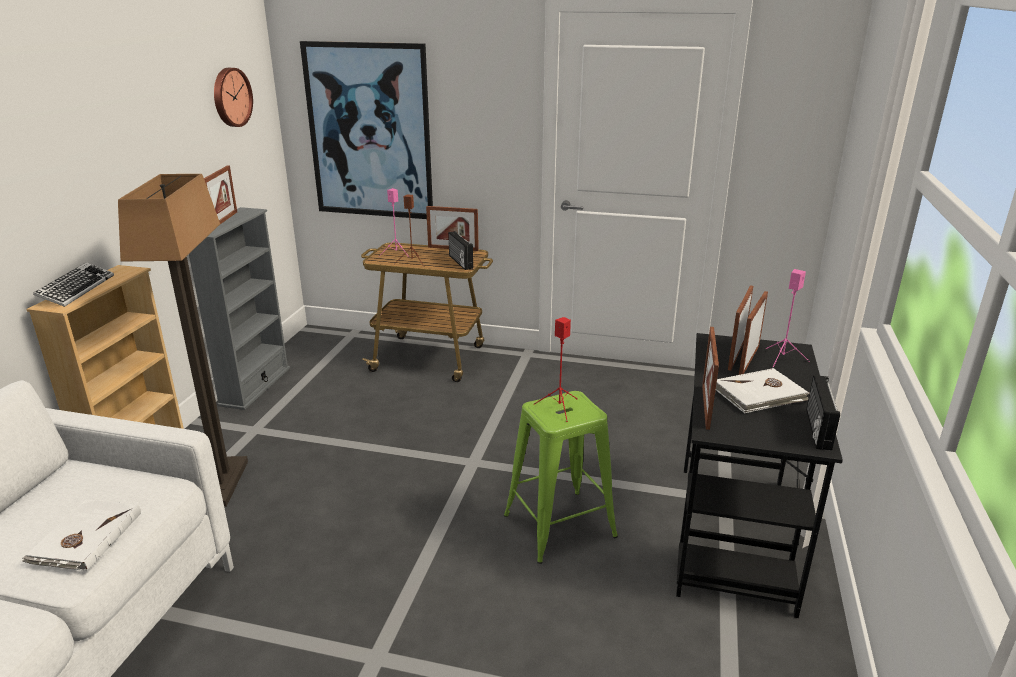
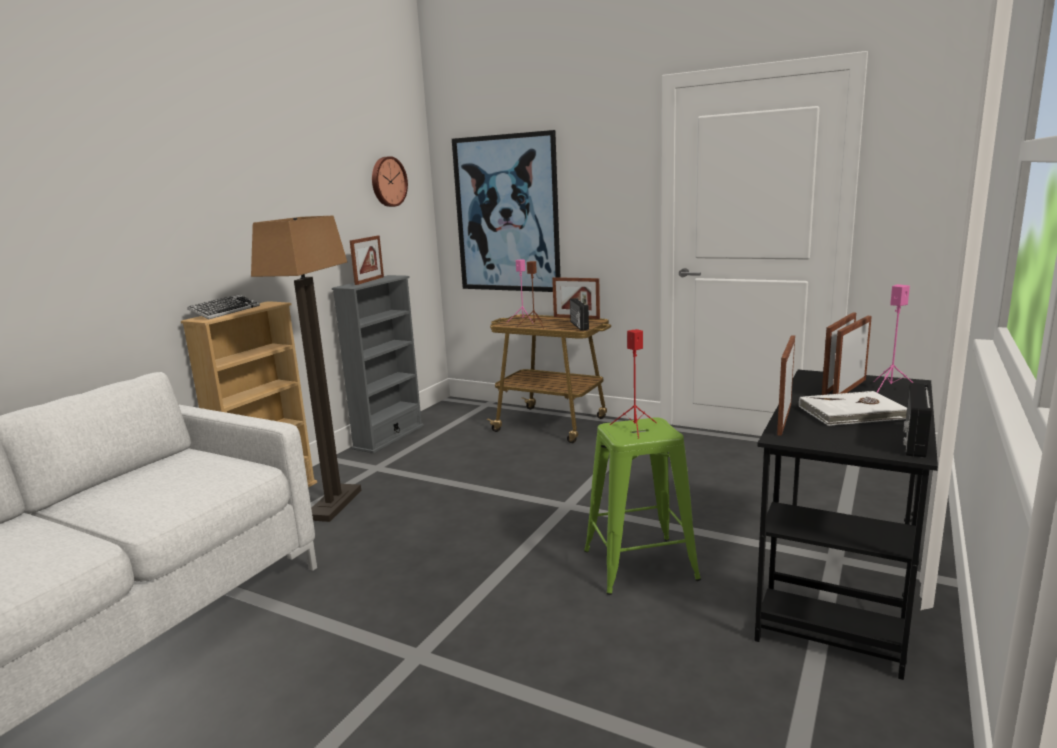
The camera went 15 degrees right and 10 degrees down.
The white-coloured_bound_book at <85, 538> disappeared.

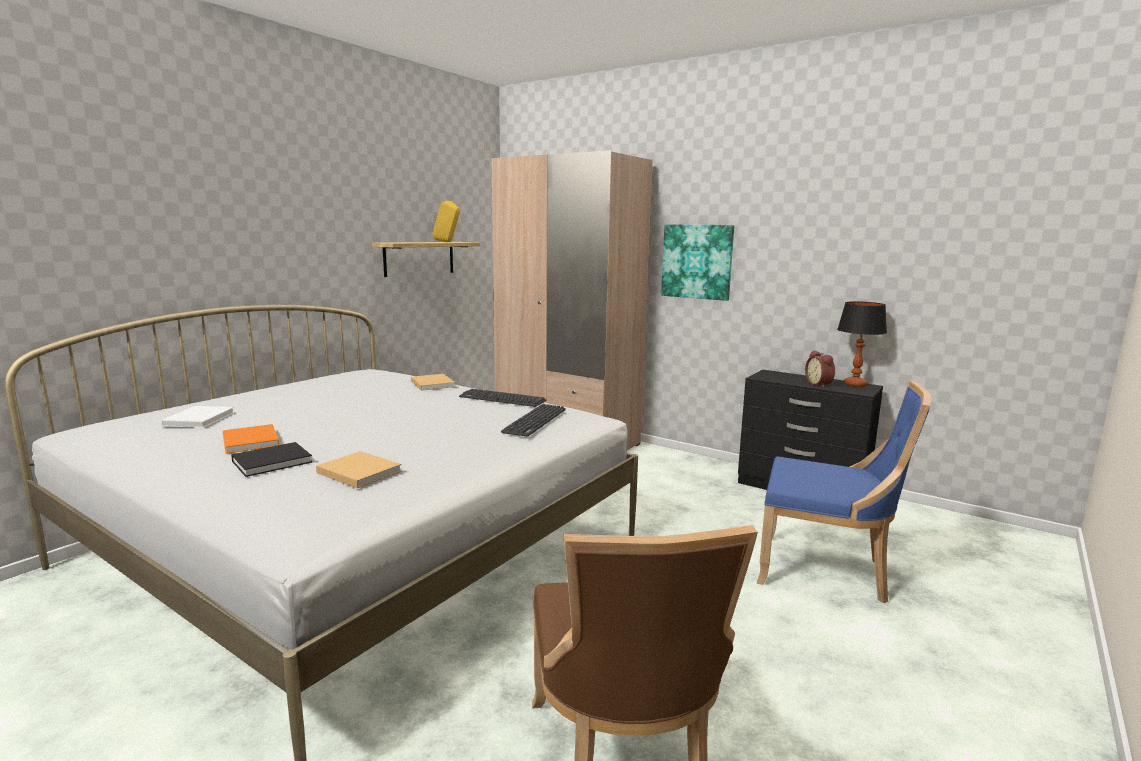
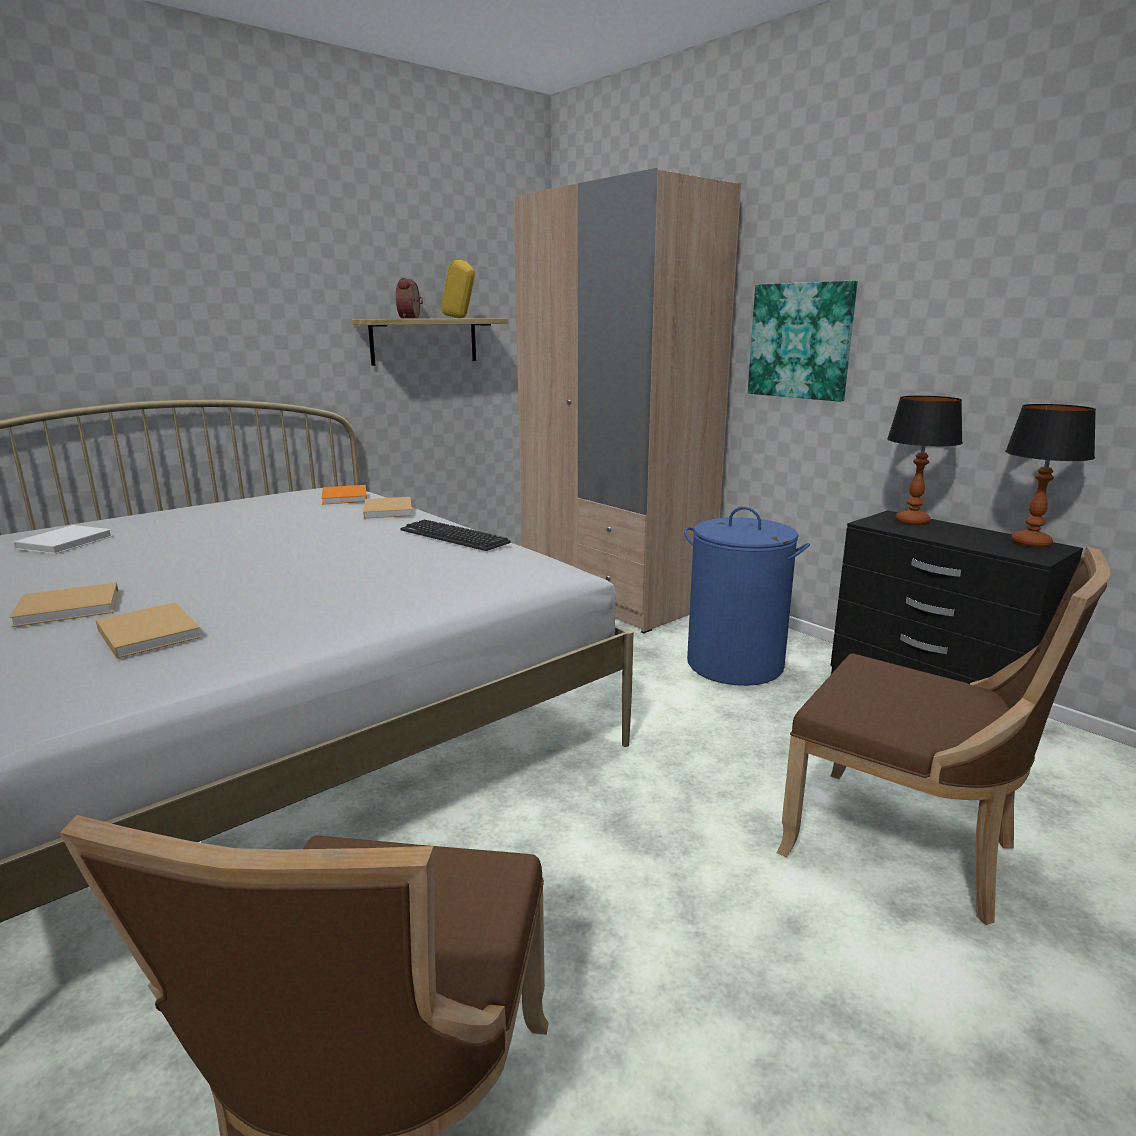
The camera went 15 degrees right and 5 degrees up.
The black_bound_book at <274, 461> became the beige-coloured_bound_book at <72, 607>.
The orangey_bound_book moved from <250, 442> to <344, 497>.
The alarm_clock moved from <820, 384> to <411, 318>.
The bluish_washing_basket at <735, 664> appeared.
The bluish_plain_chair at <826, 571> became the brown_plain_chair at <907, 848>.
The tabletop_lamp at <912, 522> appeared.
The keyboard at <535, 421> disappeared.

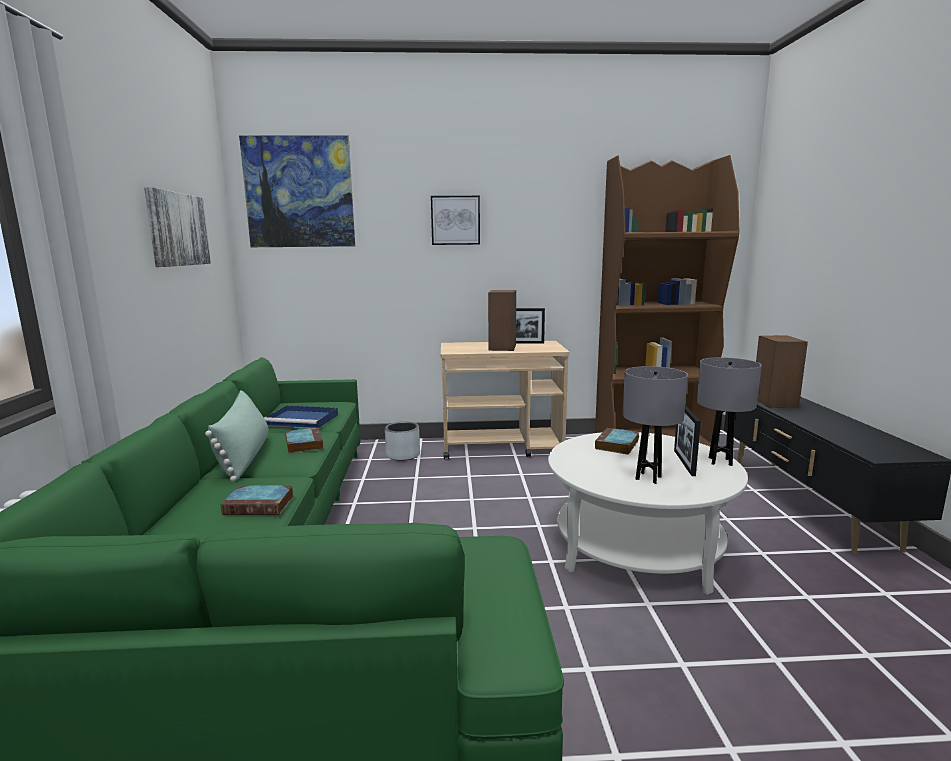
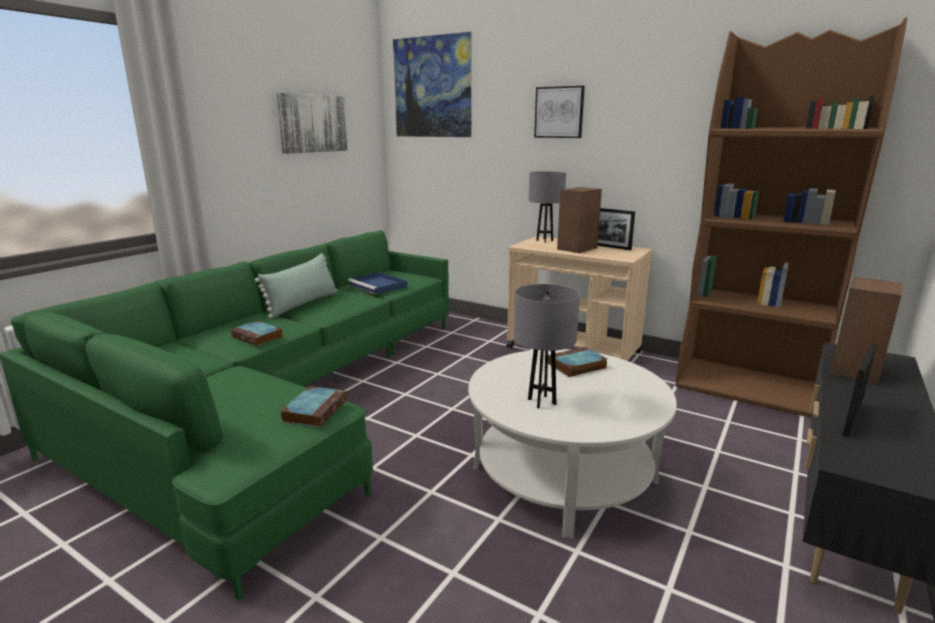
The camera went 35 degrees right and 5 degrees up.
The bound_book moved from <303, 443> to <315, 410>.
The greyish_tabletop_lamp moved from <720, 461> to <544, 240>.
The photo_frame moved from <684, 462> to <852, 419>.
The greyish_planter at <403, 455> disappeared.

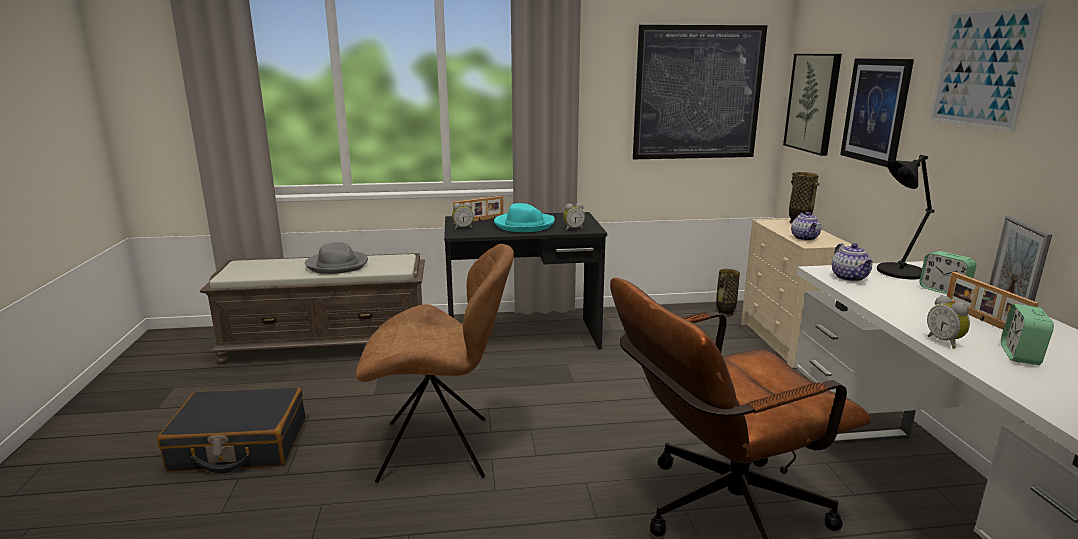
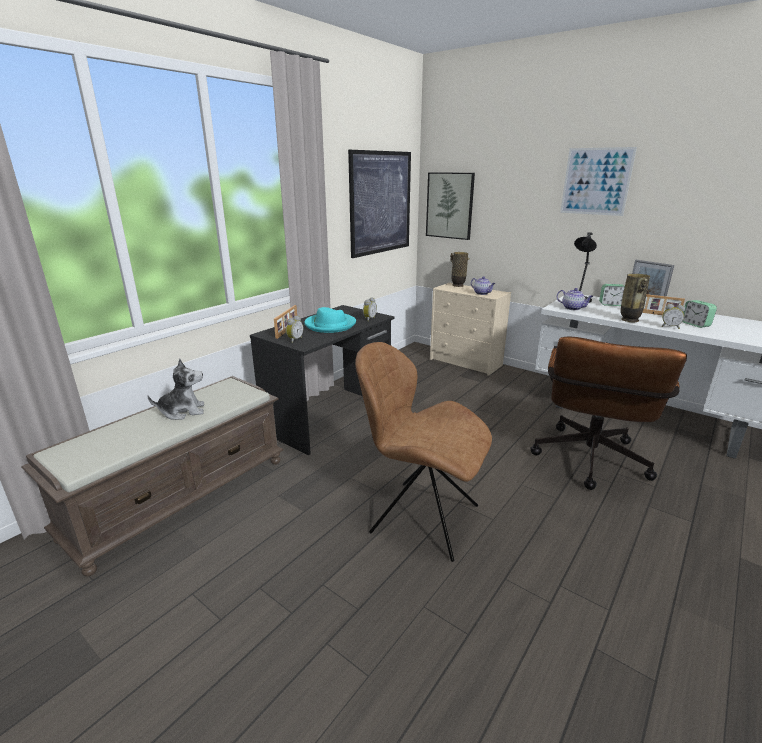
The camera went 45 degrees left and 5 degrees up.
The greyish_wearable_hat at <337, 265> was replaced by the soft_toy at <183, 411>.
The brown_plain_chair at <440, 449> turned 105 degrees counterclockwise.
The vase moved from <725, 313> to <629, 320>.
The black_piece_of_luggage at <239, 445> disappeared.
The wall_picture at <876, 111> disappeared.

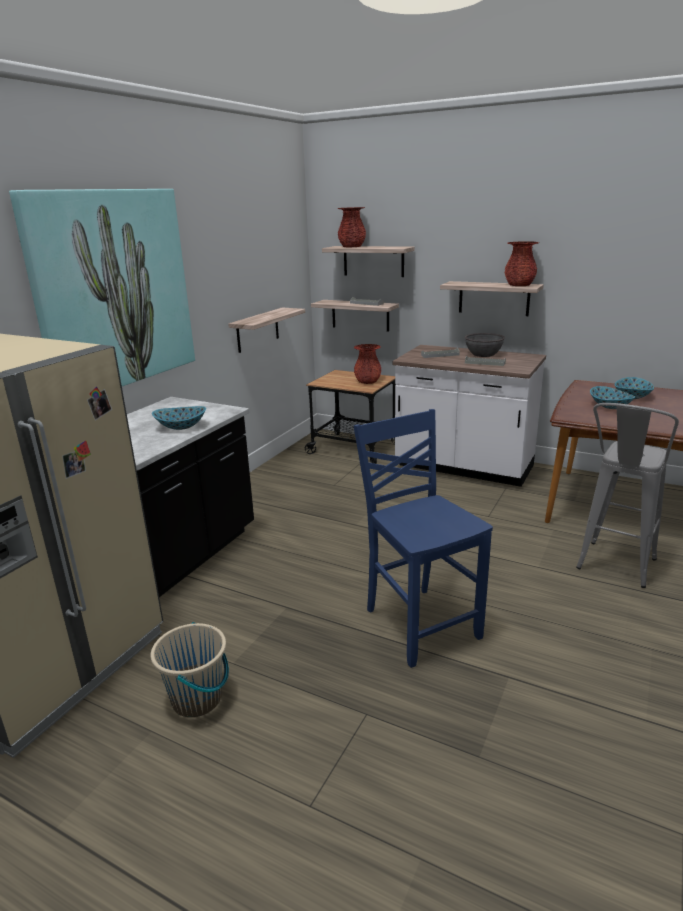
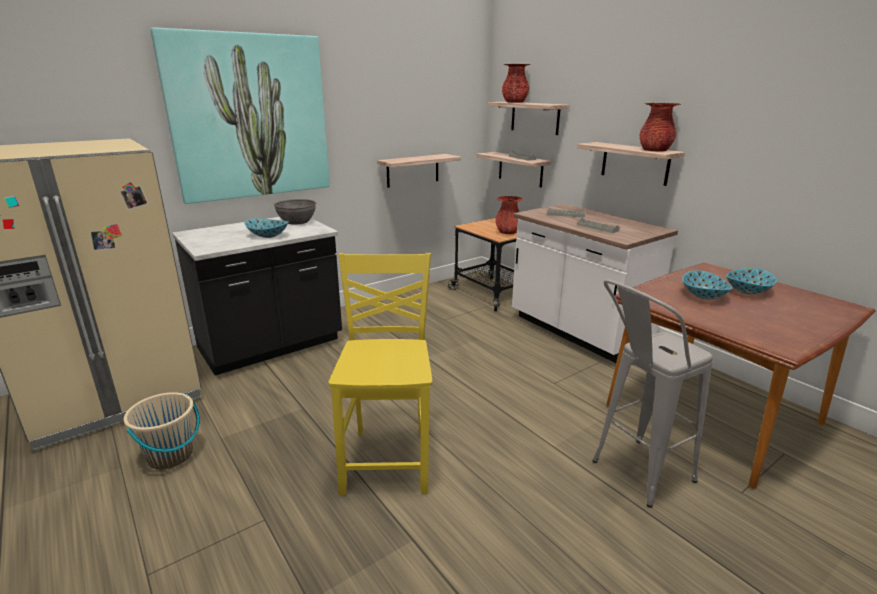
The camera went 25 degrees right and 0 degrees up.
The greyish_bowl moved from <483, 354> to <297, 221>.
The bluish_plain_chair at <420, 623> became the yellow_plain_chair at <388, 459>.

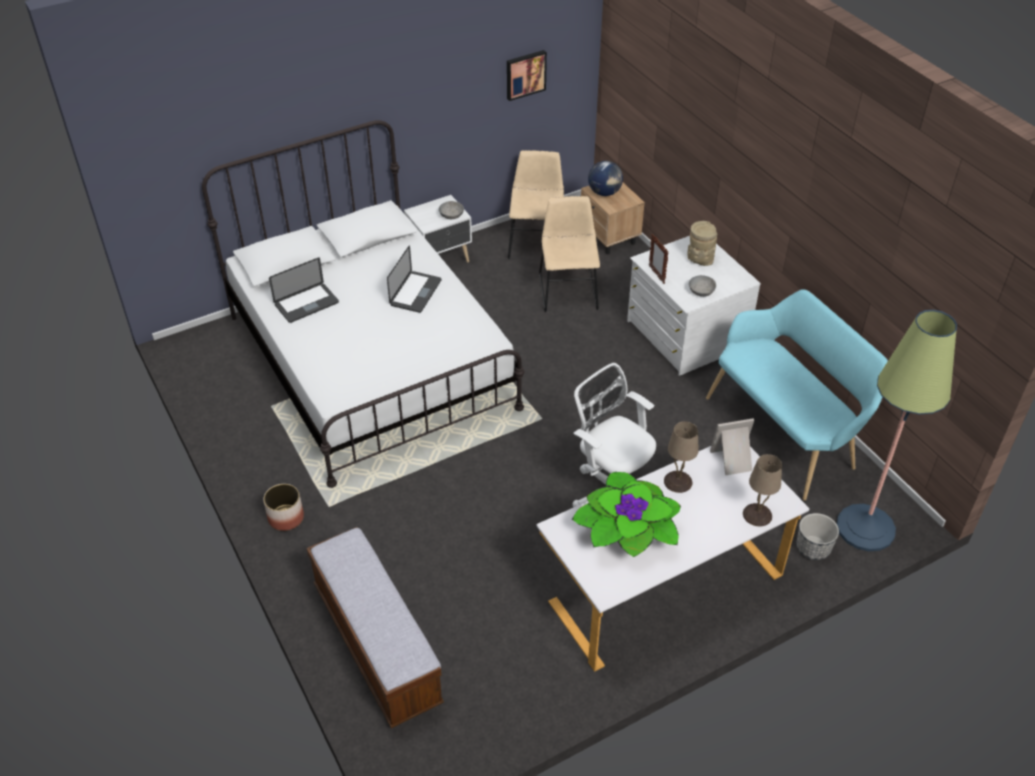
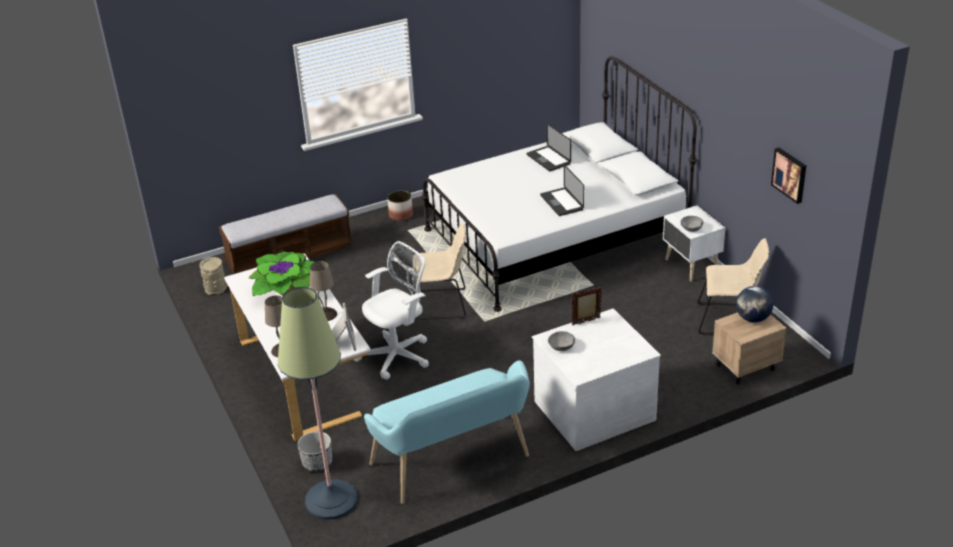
The camera went 95 degrees right and 10 degrees down.
The beige-coloured_vase moved from <699, 259> to <216, 288>.
The beige-coloured_plain_chair moved from <568, 289> to <441, 304>.
The notebook_computer at <415, 293> turned 45 degrees clockwise.

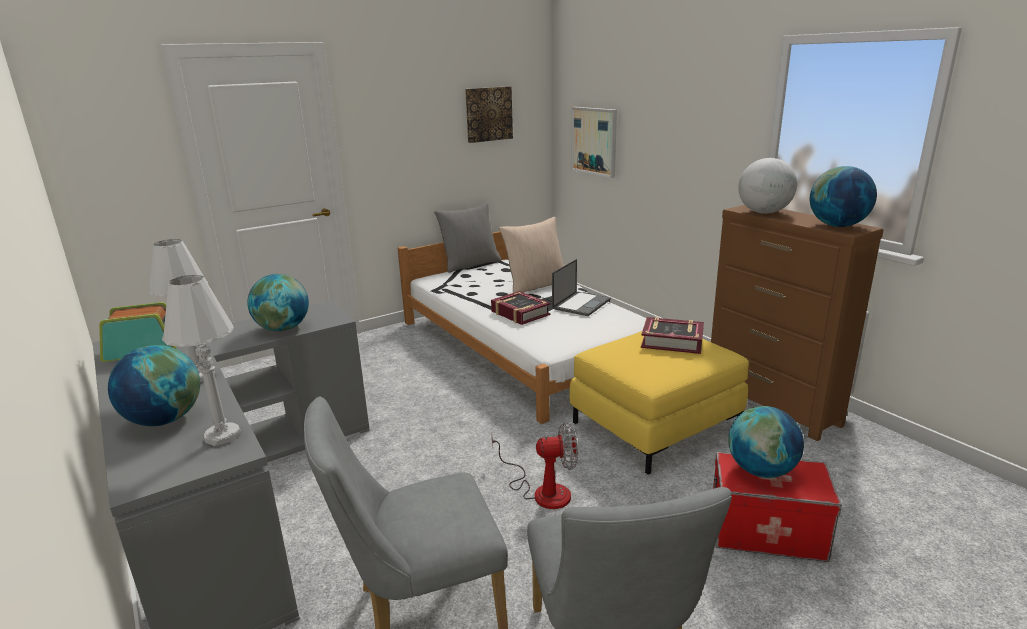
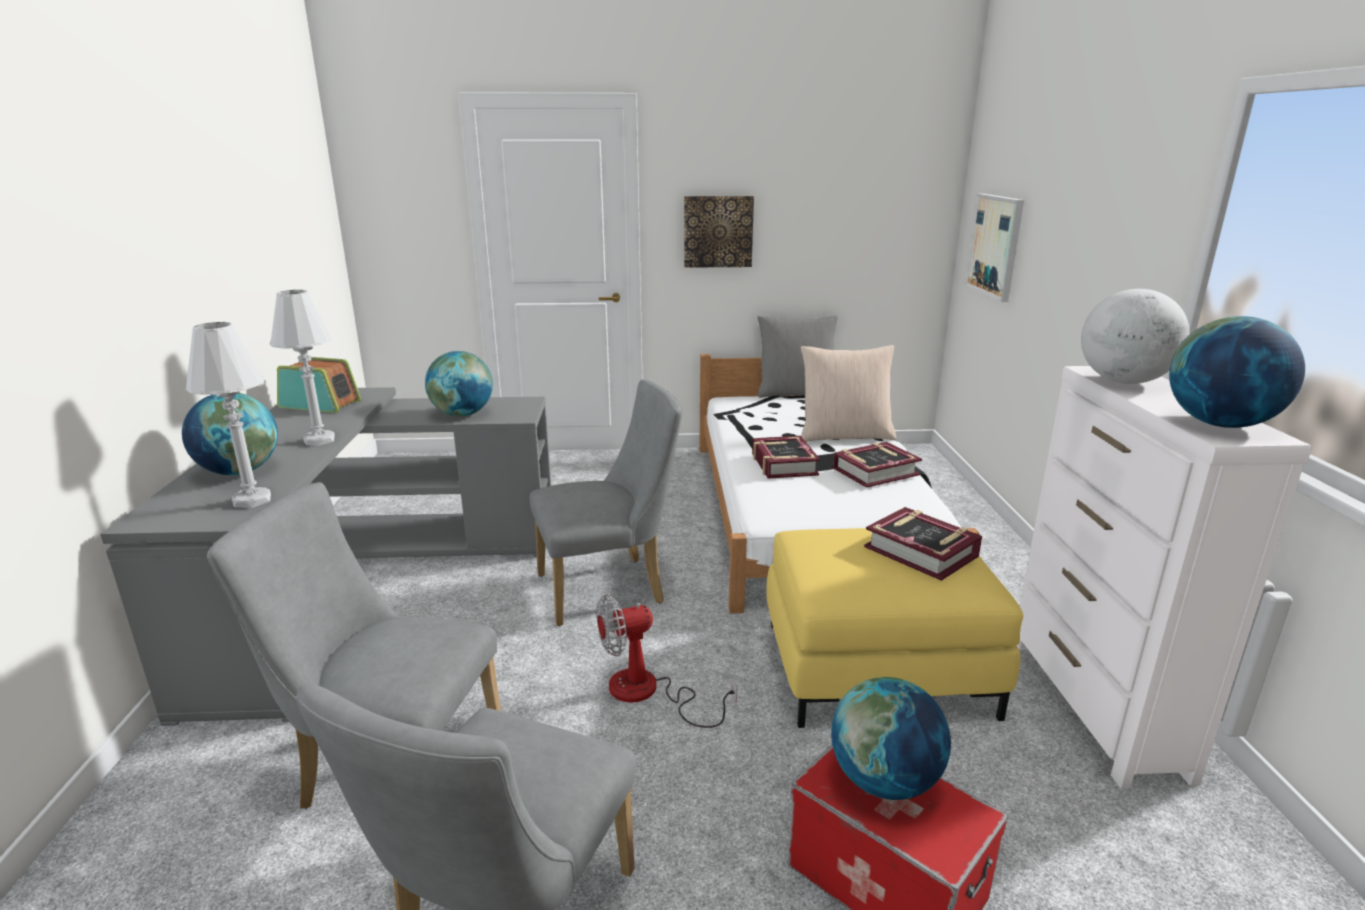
The camera went 30 degrees right and 0 degrees up.
The greyish_plain_chair at <610, 588> appeared.
The electric_fan at <542, 490> turned 135 degrees clockwise.
The wall_picture moved from <488, 114> to <718, 231>.
The notebook_computer at <581, 304> was replaced by the bound_book at <875, 471>.
The brown_chest_of_drawers at <771, 405> became the white-coloured_chest_of_drawers at <1095, 705>.

